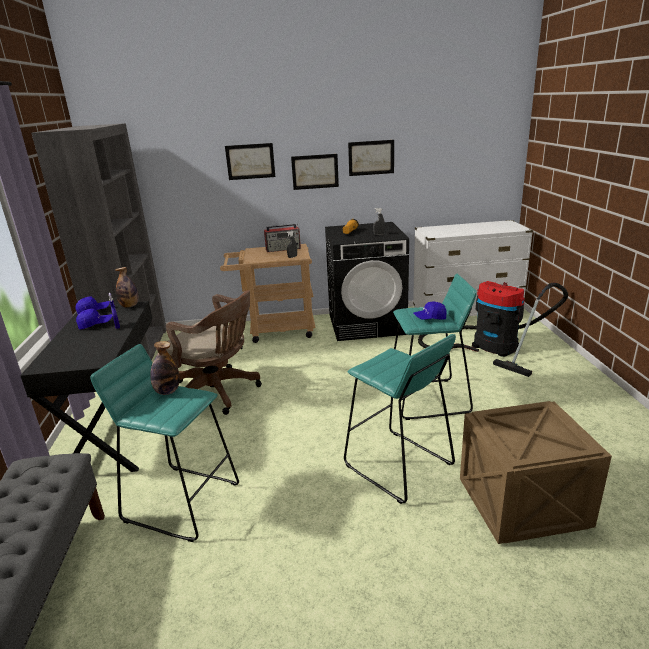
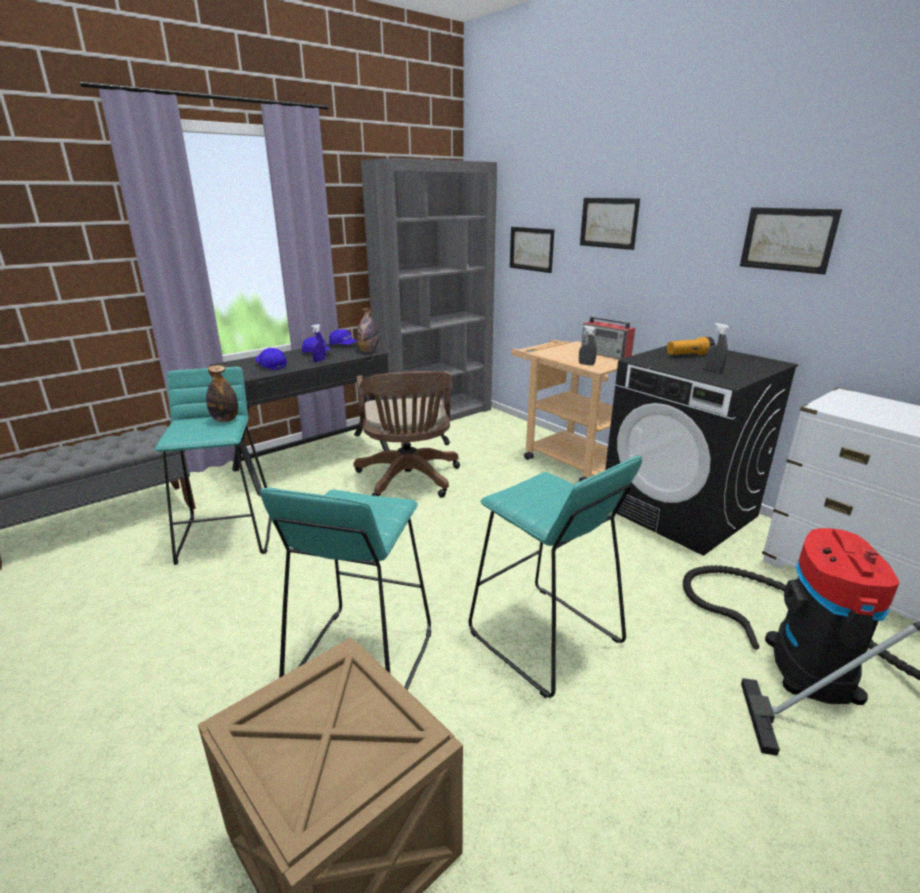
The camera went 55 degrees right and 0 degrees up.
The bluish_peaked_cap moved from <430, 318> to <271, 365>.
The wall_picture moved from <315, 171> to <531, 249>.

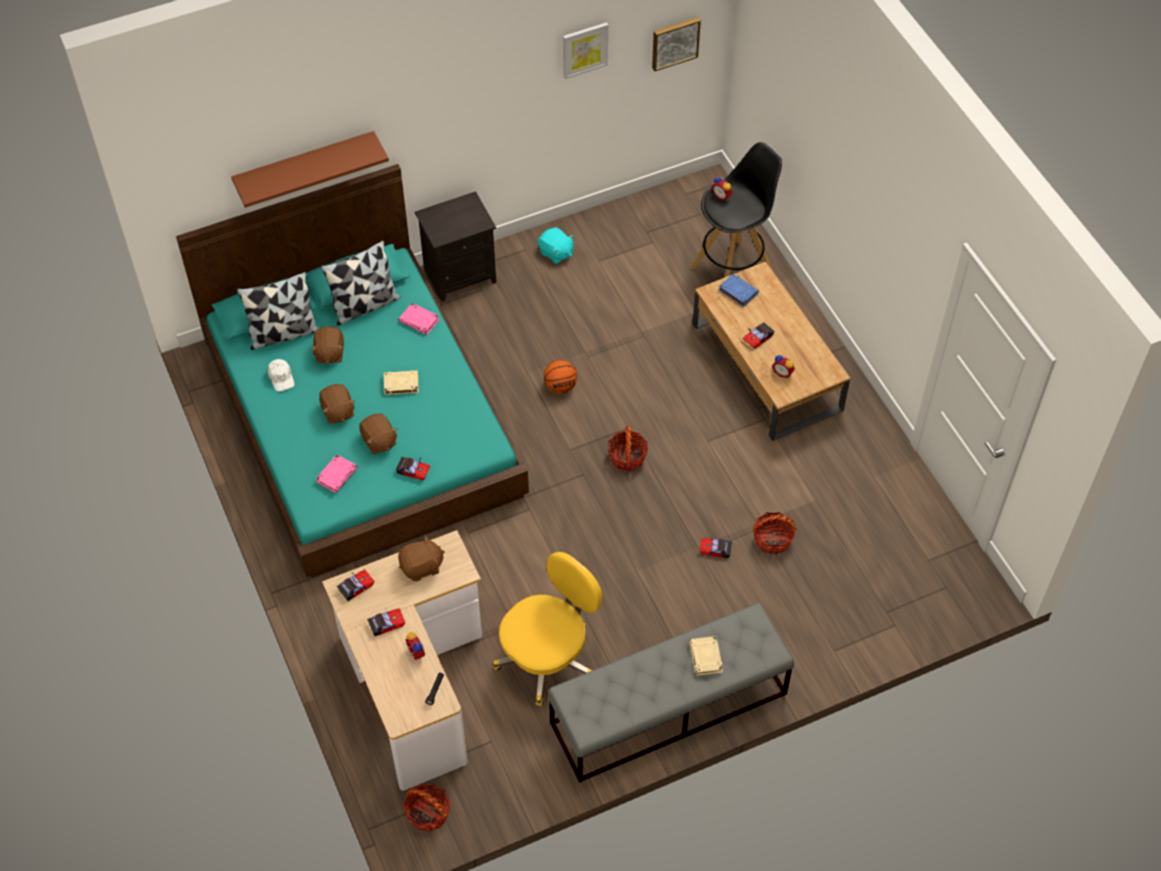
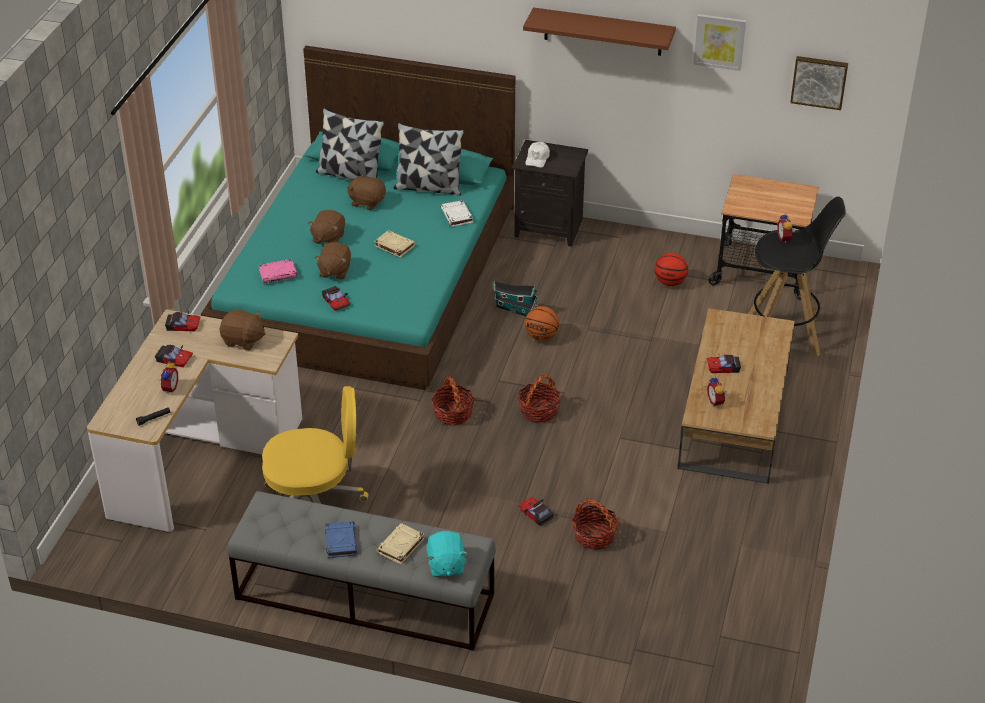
The camera went 40 degrees right and 15 degrees down.
The bluish_bound_book moved from <737, 291> to <340, 541>.
The brown_soft_toy at <329, 353> turned 75 degrees clockwise.
The blue-green_soft_toy moved from <556, 253> to <445, 565>.
The basket moved from <428, 813> to <453, 413>.
The pinkish_bound_book at <419, 321> became the white-coloured_bound_book at <457, 216>.
The toy_house at <514, 309> appeared.
The brown_shelf moved from <305, 165> to <603, 32>.
The white-coloured_peaked_cap moved from <281, 377> to <537, 159>.
The basketball at <670, 282> appeared.
The cart at <761, 270> appeared.

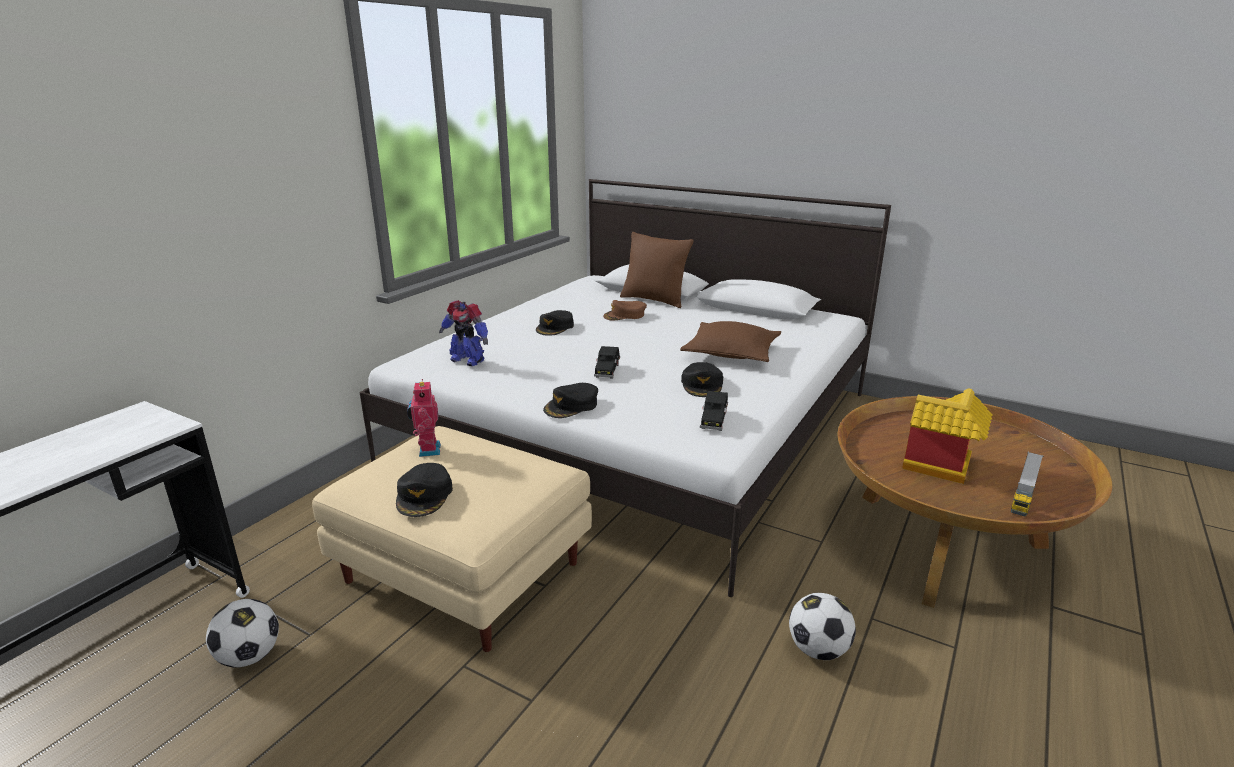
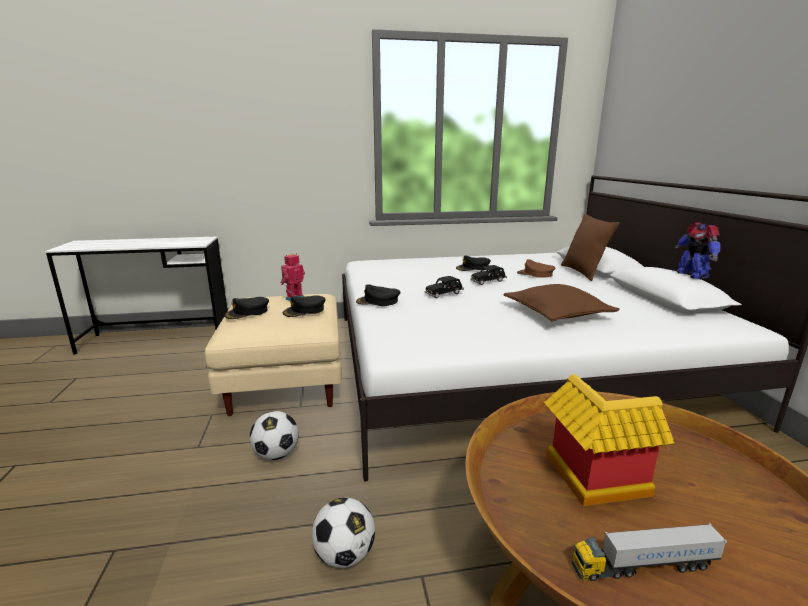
The camera went 50 degrees right and 5 degrees down.
The ball_for_football moved from <249, 656> to <276, 454>.
The black_peaked_cap moved from <702, 385> to <304, 310>.
The black_miniature_car moved from <714, 420> to <488, 281>.
The robot_figure moved from <467, 360> to <692, 275>.

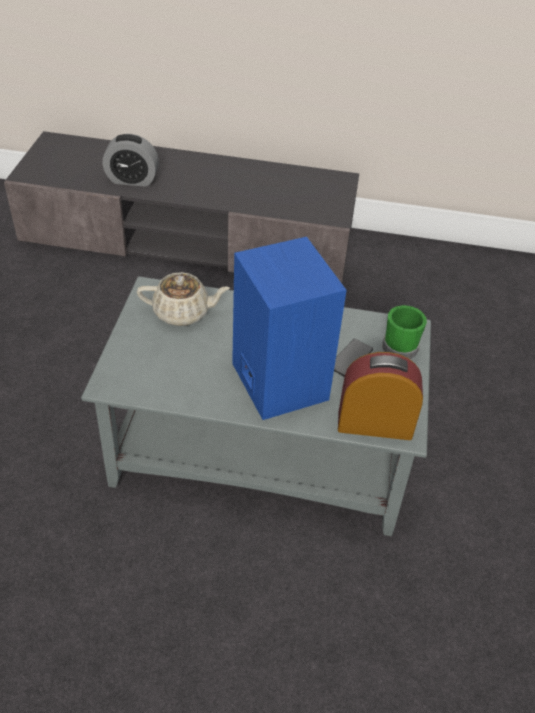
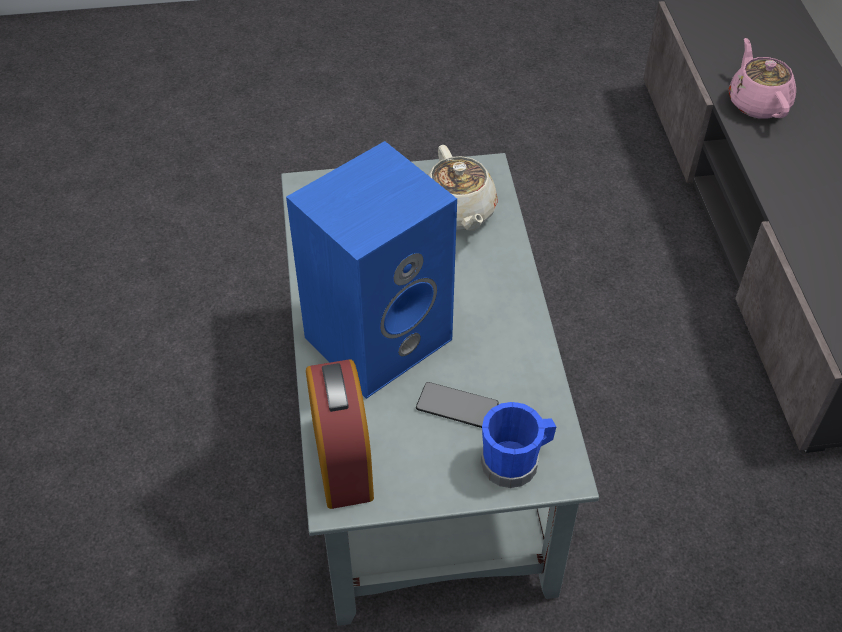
The camera went 75 degrees right and 5 degrees up.
The greenish_mug at <399, 345> became the bluish_mug at <515, 461>.
The alarm_clock at <132, 180> was replaced by the pinkish_pot_for_tea at <757, 103>.

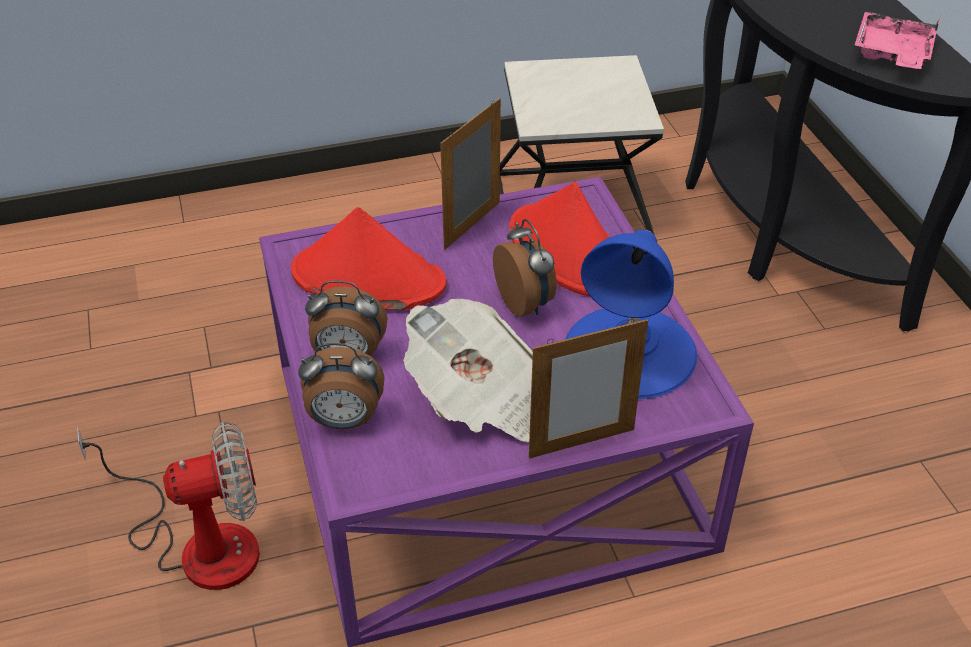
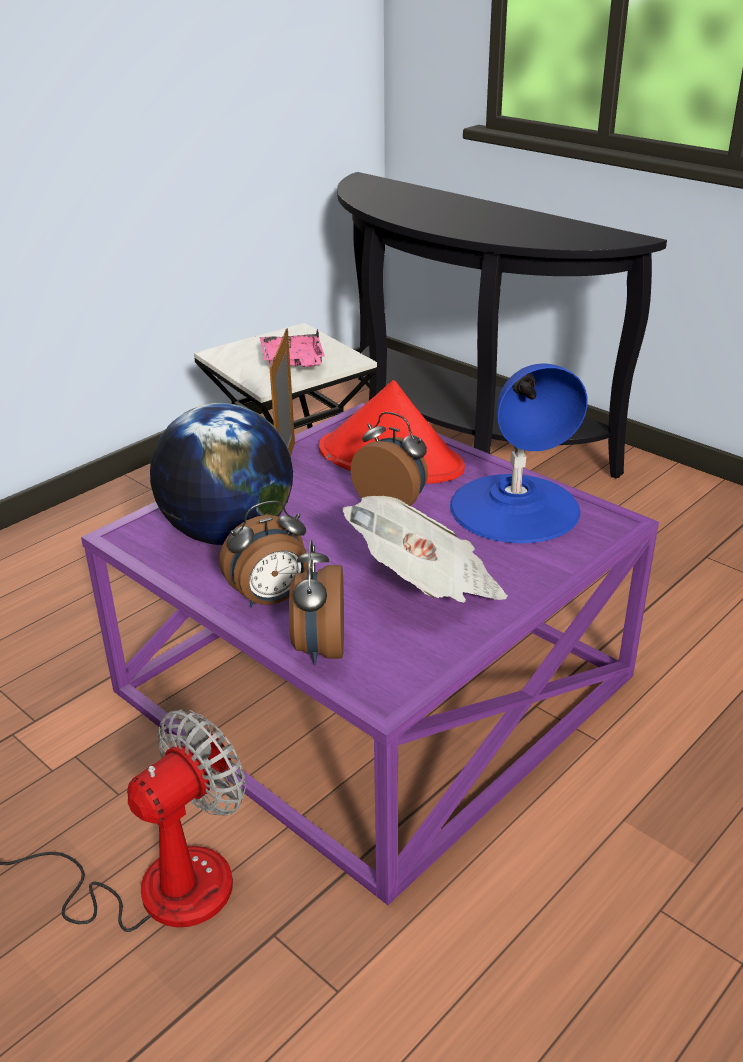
The camera went 30 degrees left and 10 degrees down.
The reddish_wearable_hat at <367, 278> was replaced by the globe at <227, 533>.
The pinkish_tray moved from <892, 54> to <293, 362>.
The alarm_clock at <344, 420> turned 120 degrees clockwise.
The photo_frame at <581, 443> disappeared.

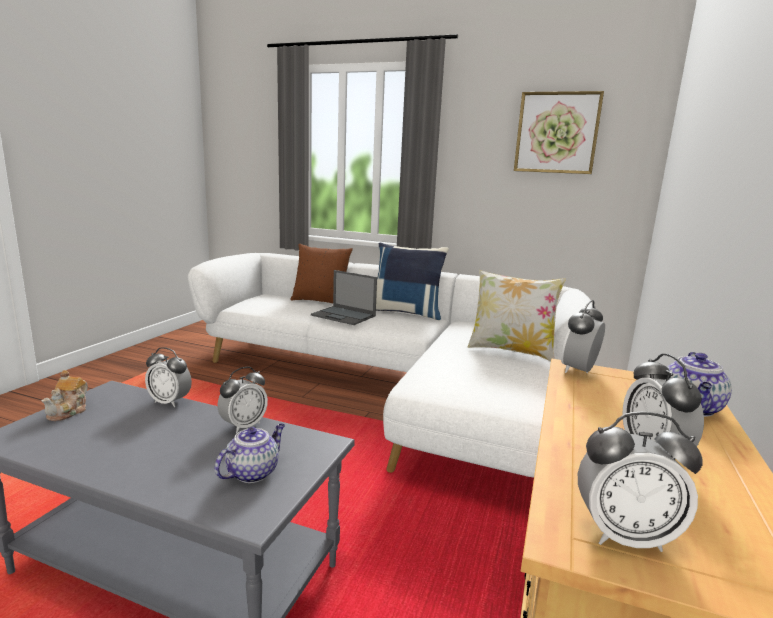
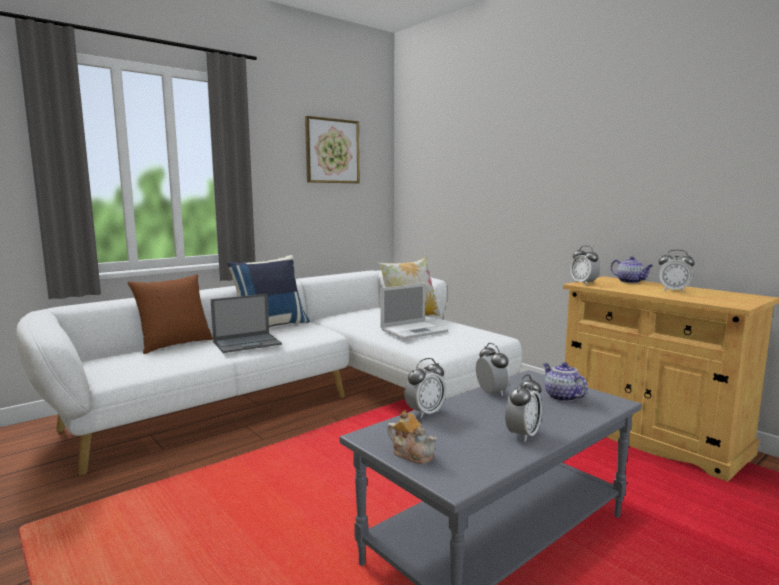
The camera went 60 degrees left and 5 degrees down.
The notebook_computer at <414, 330> appeared.
The alarm_clock moved from <624, 536> to <522, 435>.

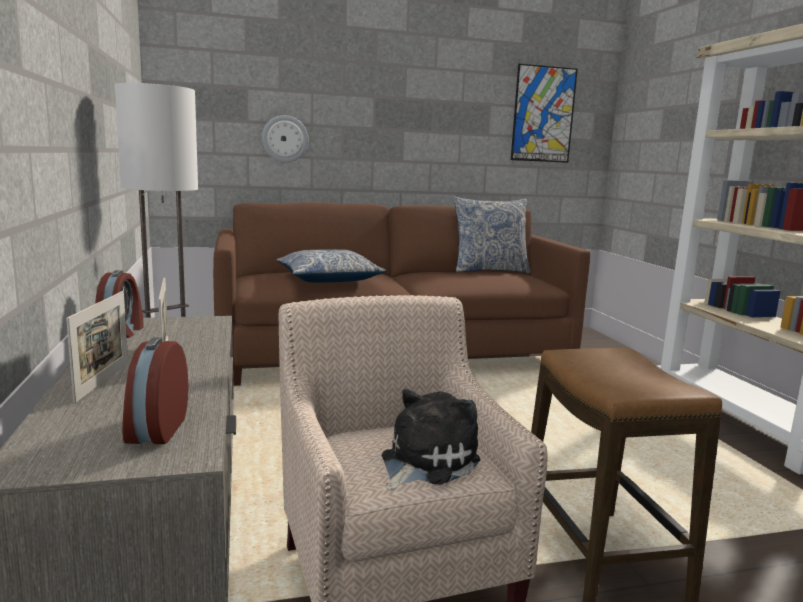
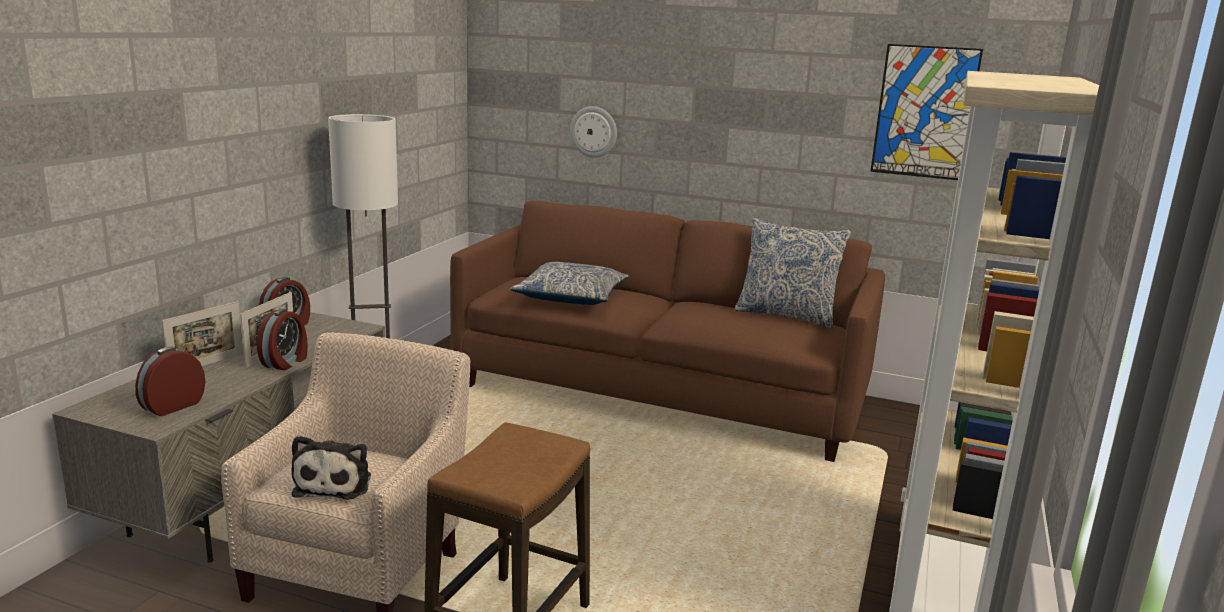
The camera went 35 degrees right and 5 degrees up.
The alarm_clock at <286, 362> appeared.
The soft_toy at <425, 462> turned 105 degrees clockwise.

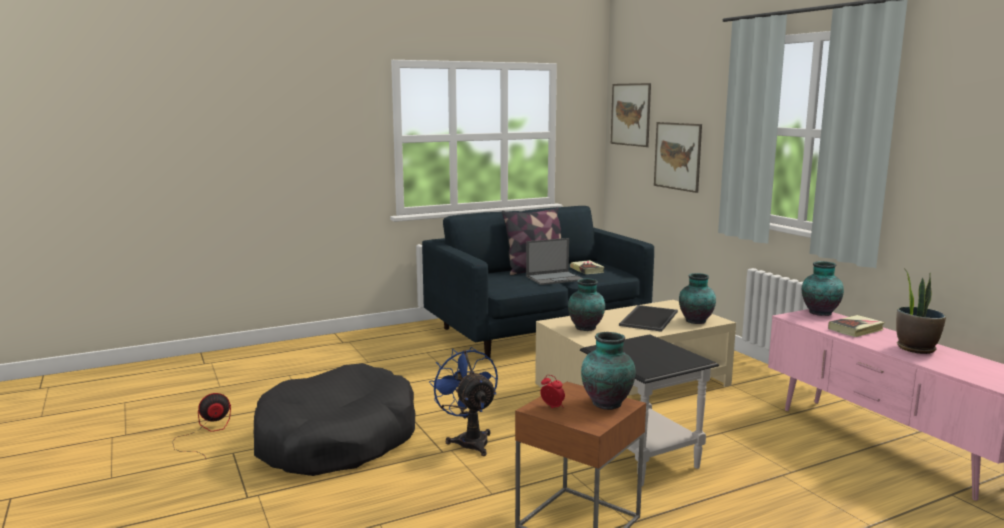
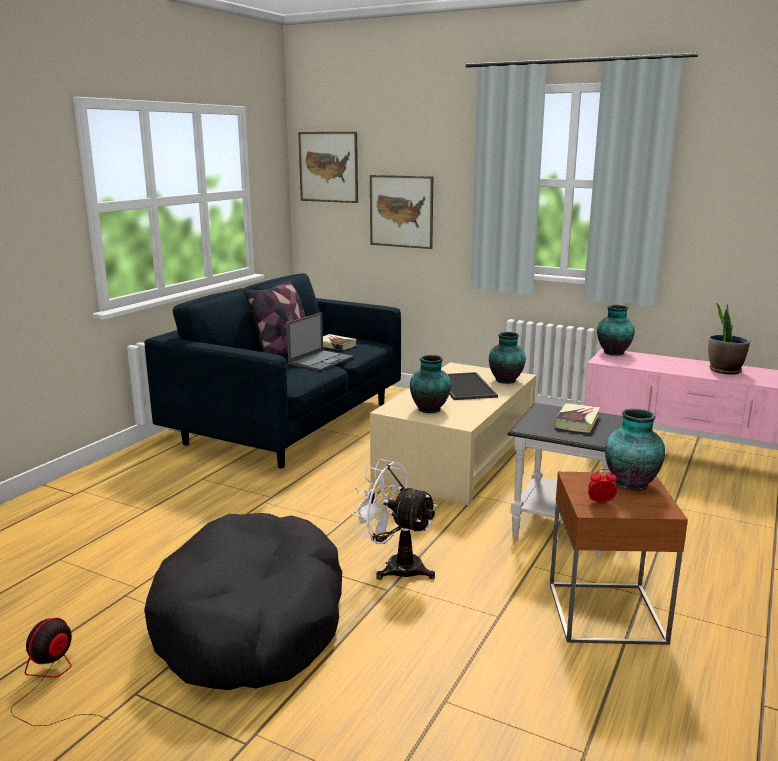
The camera went 35 degrees left and 5 degrees up.
The bluish_electric_fan at <469, 440> became the white-coloured_electric_fan at <395, 566>.
The bound_book moved from <856, 329> to <576, 422>.

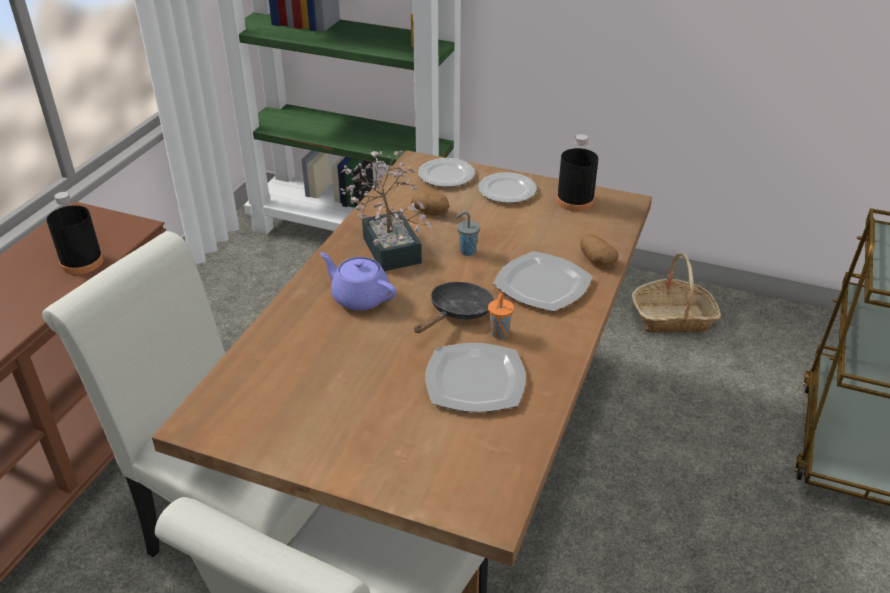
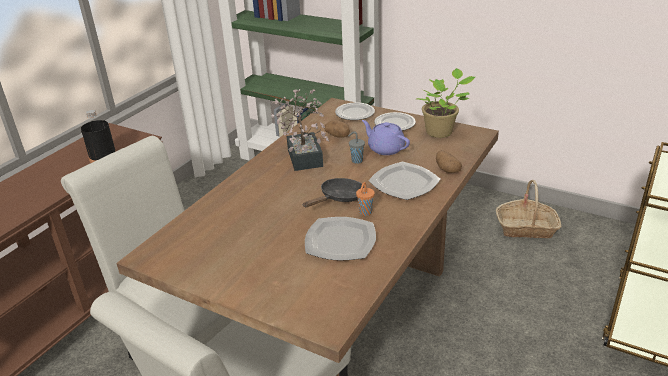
The camera went 10 degrees right and 5 degrees down.
The purple_pot_for_tea moved from <359, 297> to <385, 148>.
The black_bottle at <575, 201> was replaced by the plant_in_a_pot at <441, 132>.

